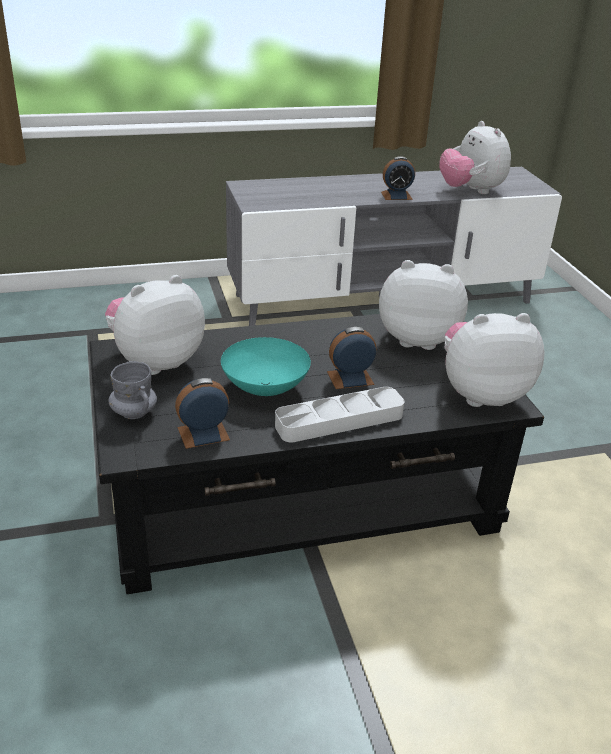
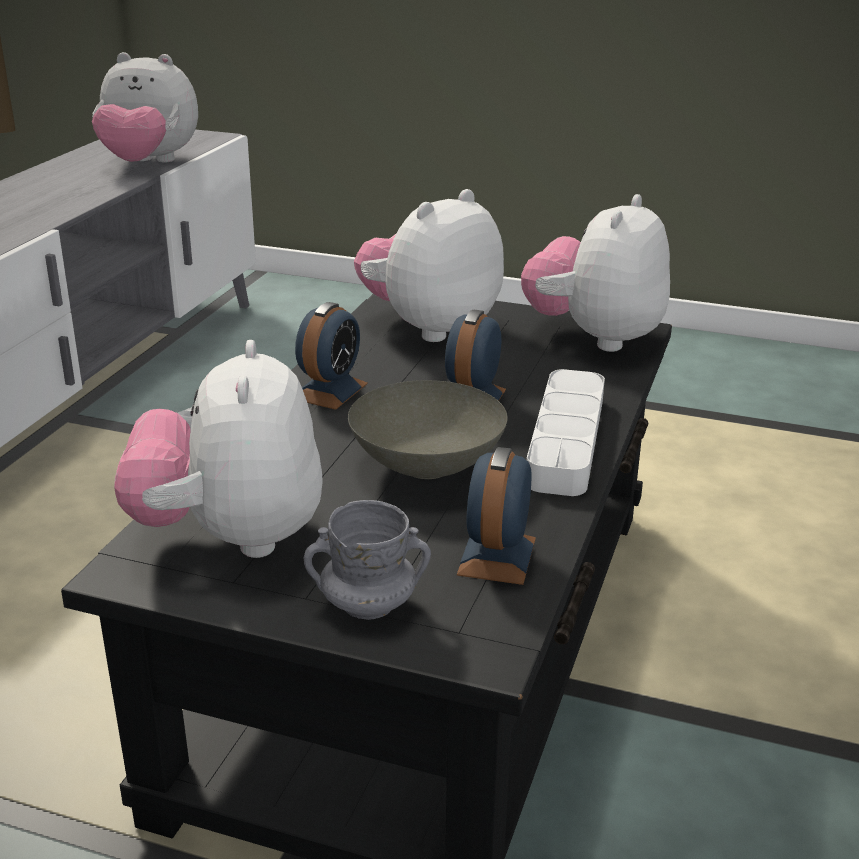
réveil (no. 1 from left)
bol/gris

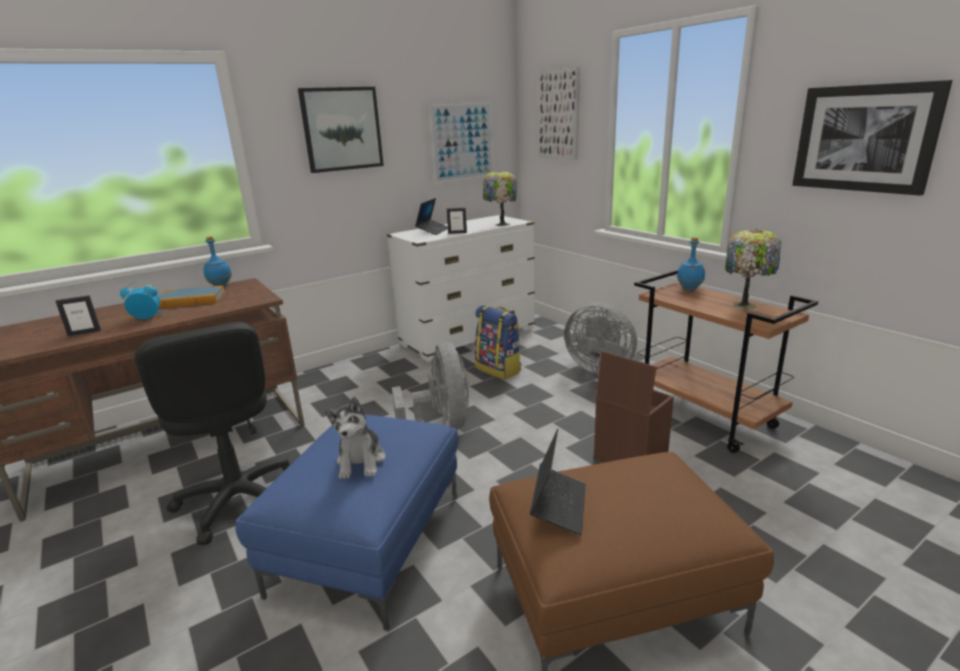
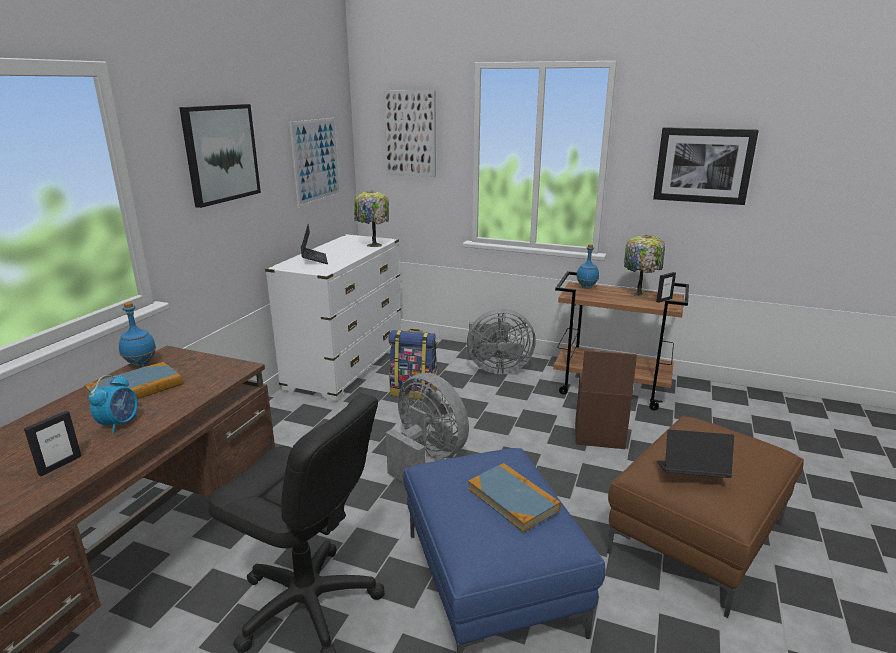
cadre photo (no. 2 from left)
livre (no. 2 from left)
réveil
ordinateur portable (no. 2 from left)

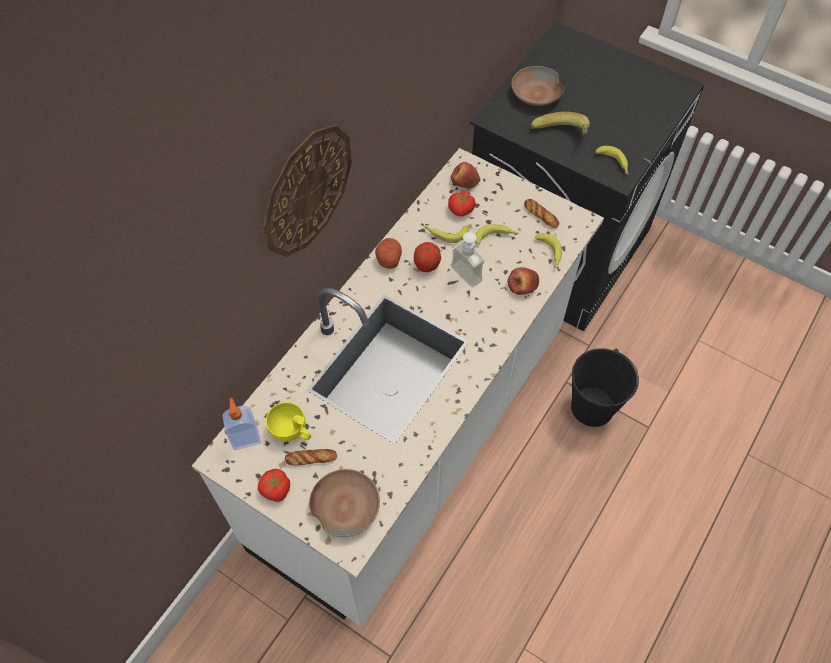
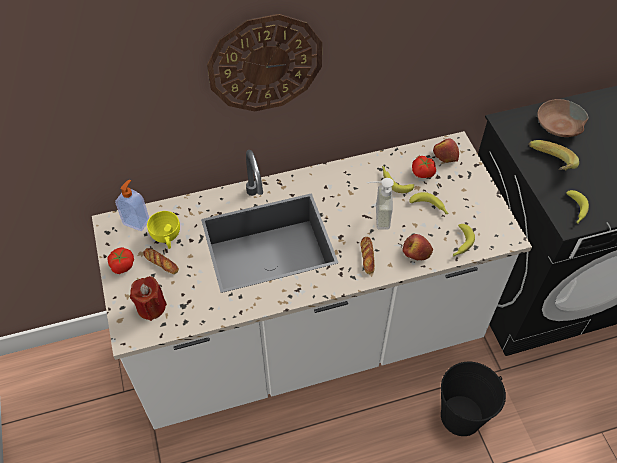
pomme de terre
pomme (no. 1 from left in the first image)
pain (no. 2 from left)
bougie/rouge

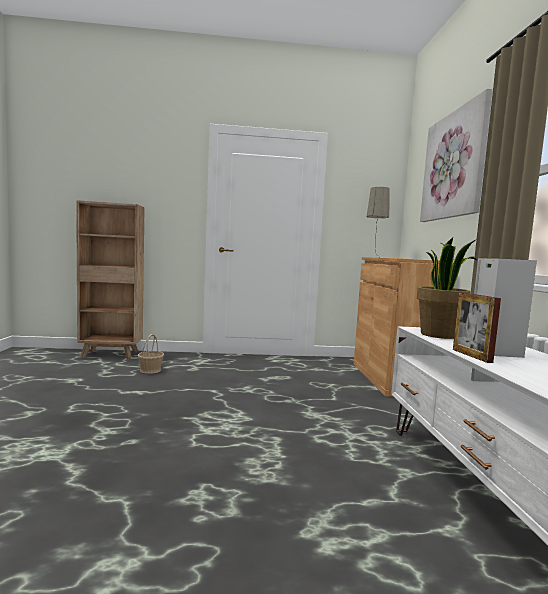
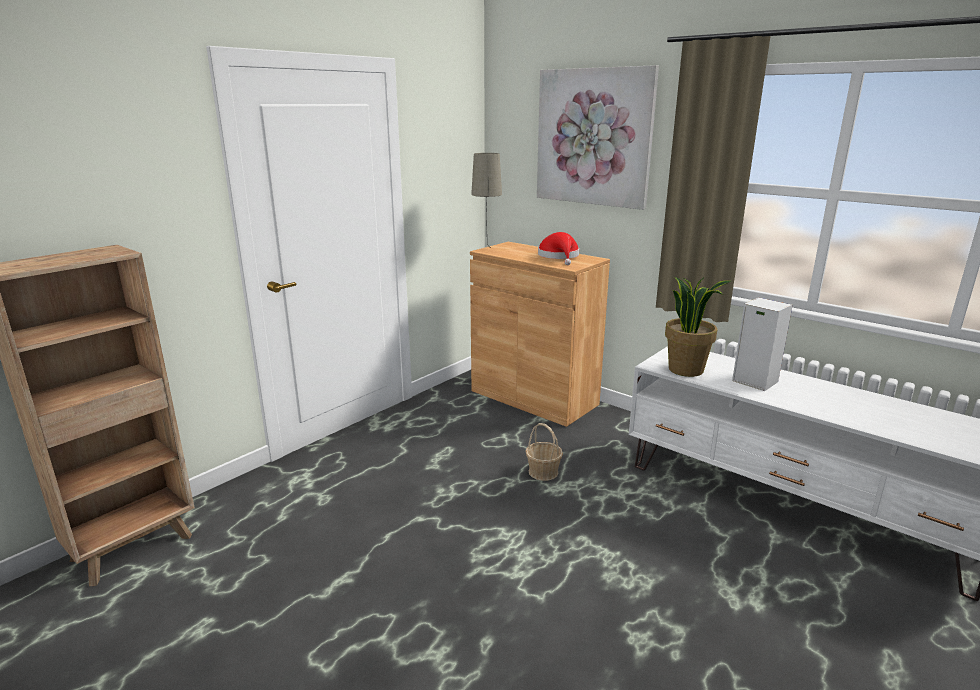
cadre photo
chapeau/rouge
panier

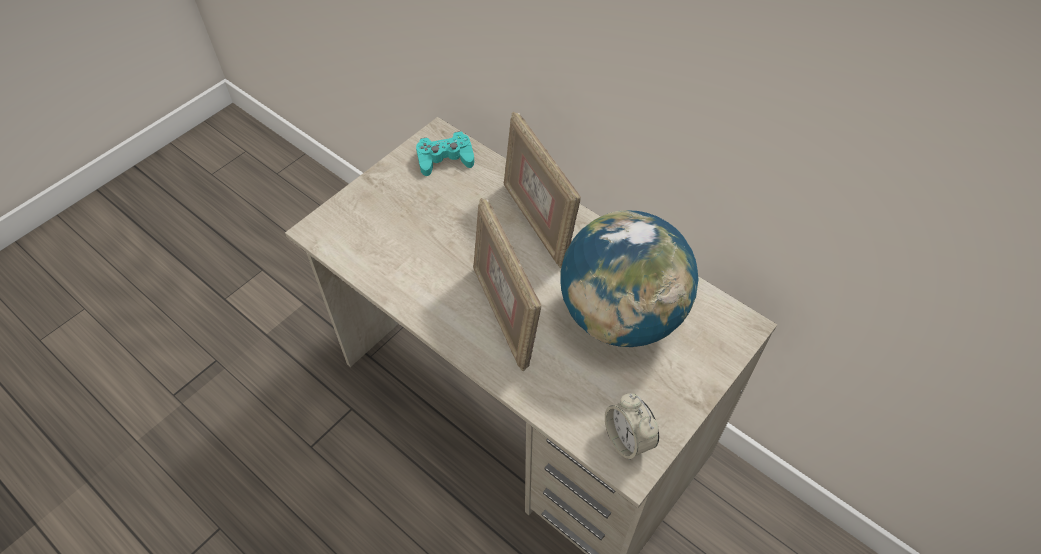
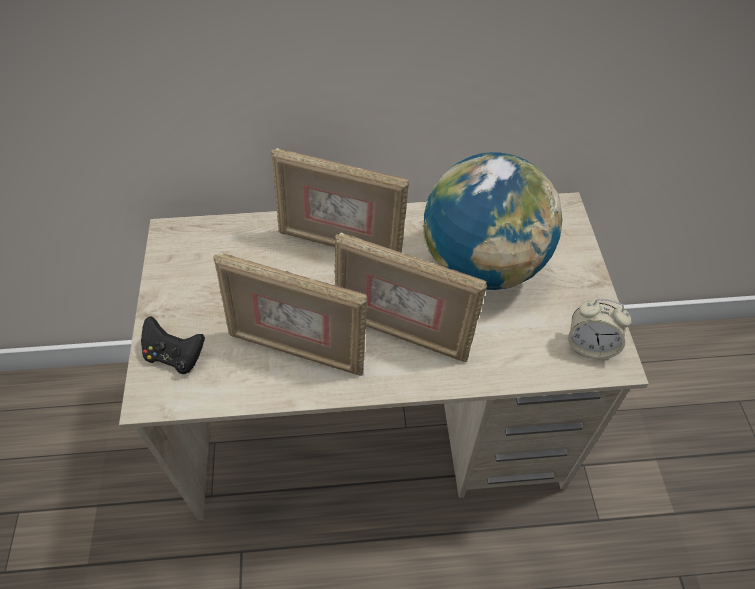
manette/turquoise
manette/noir
cadre photo (no. 1 from left)

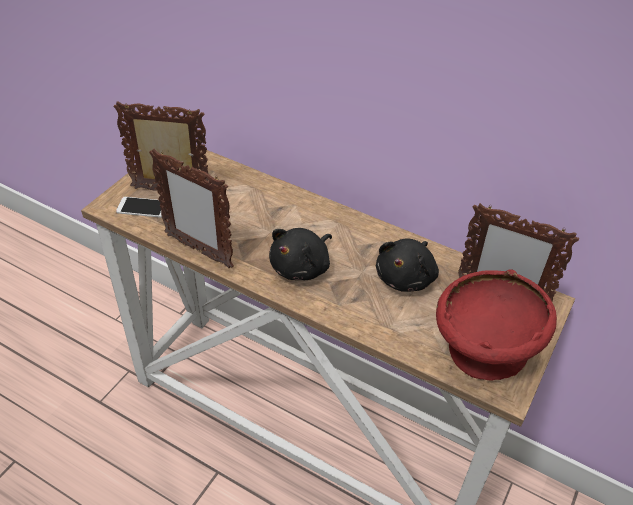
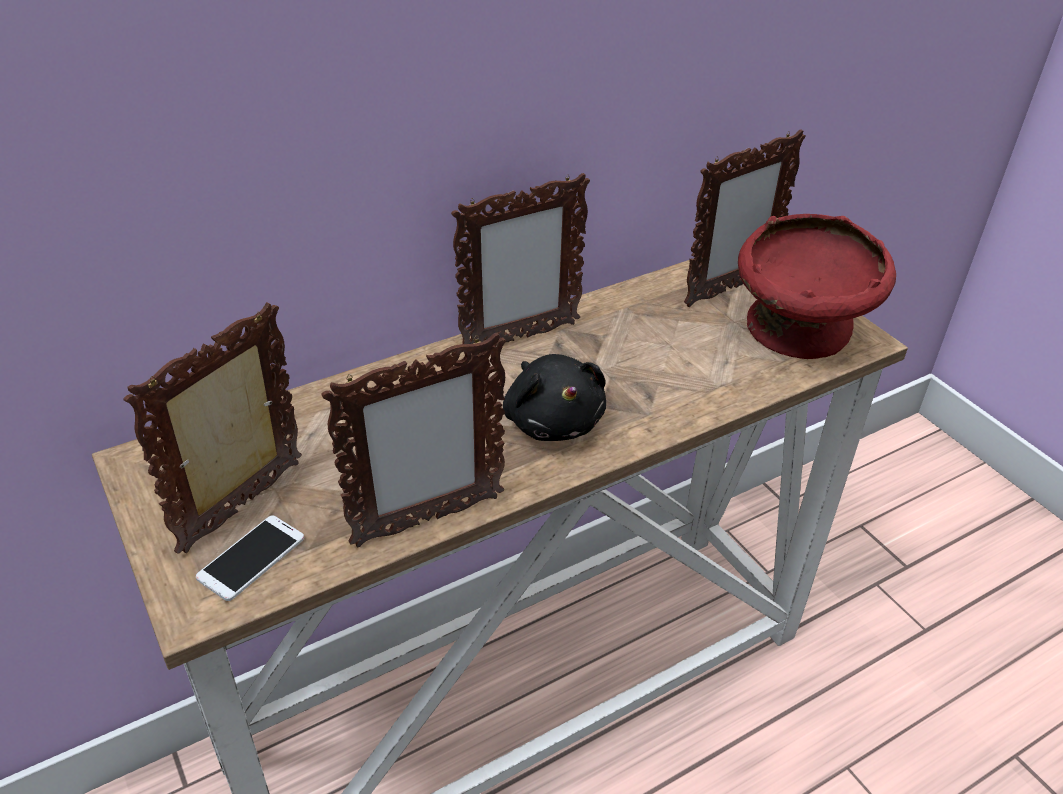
peluche/noir (no. 2 from left in the first image)
cadre photo (no. 3 from left)

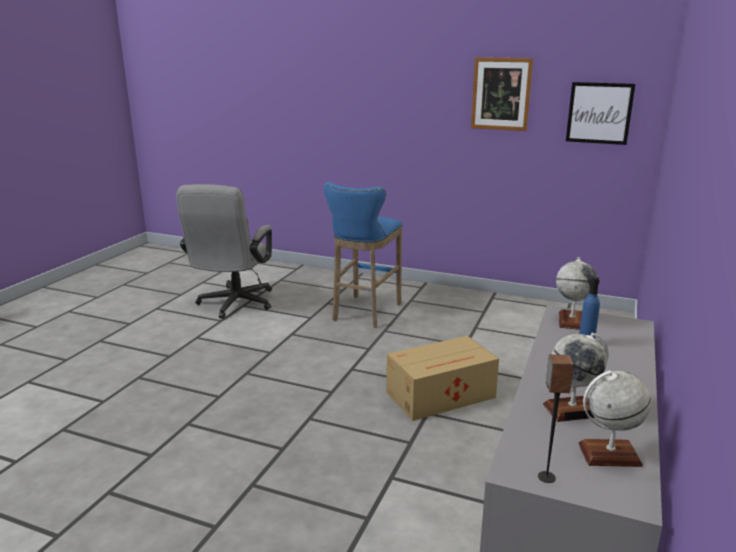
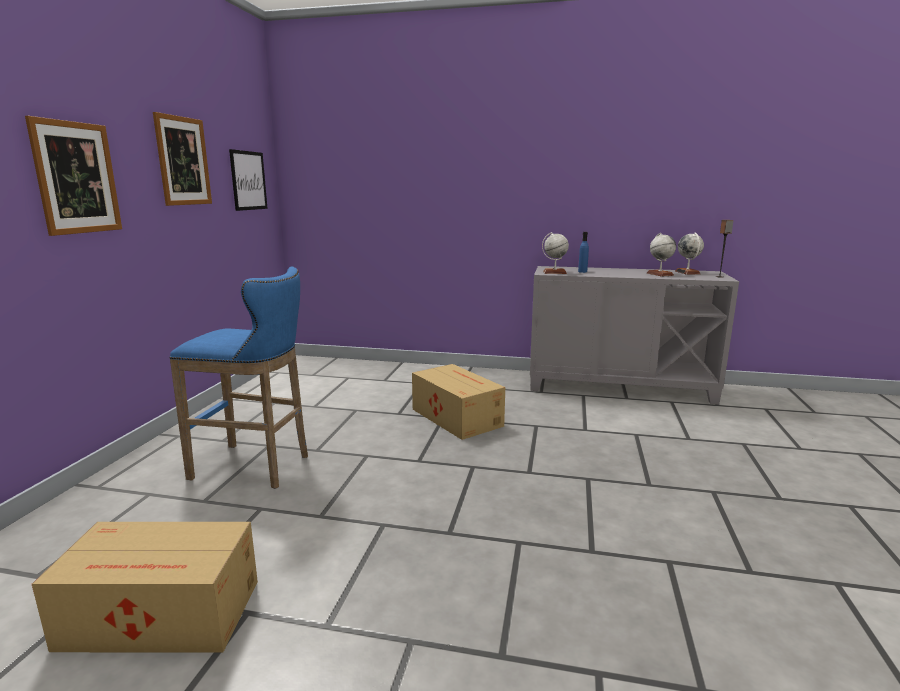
tableau (no. 1 from left)
carton (no. 1 from left)

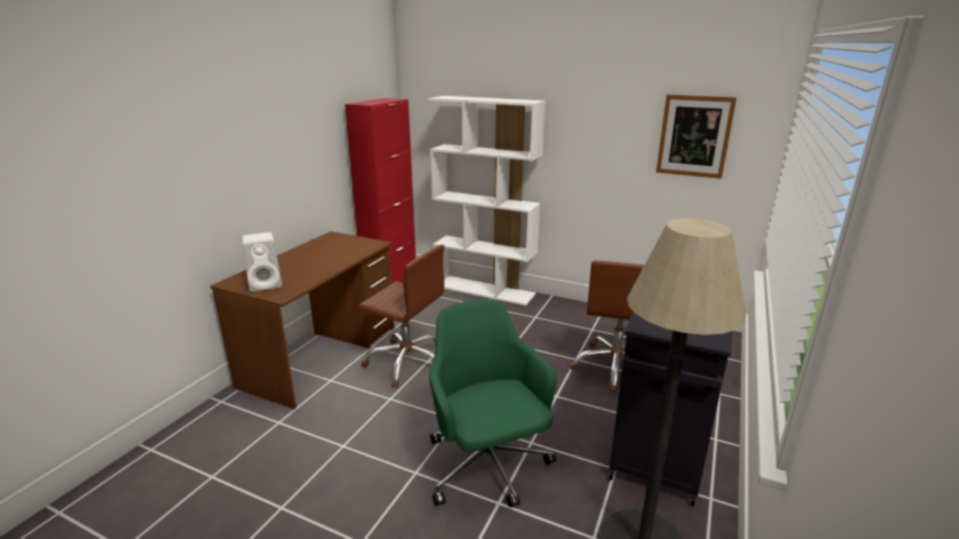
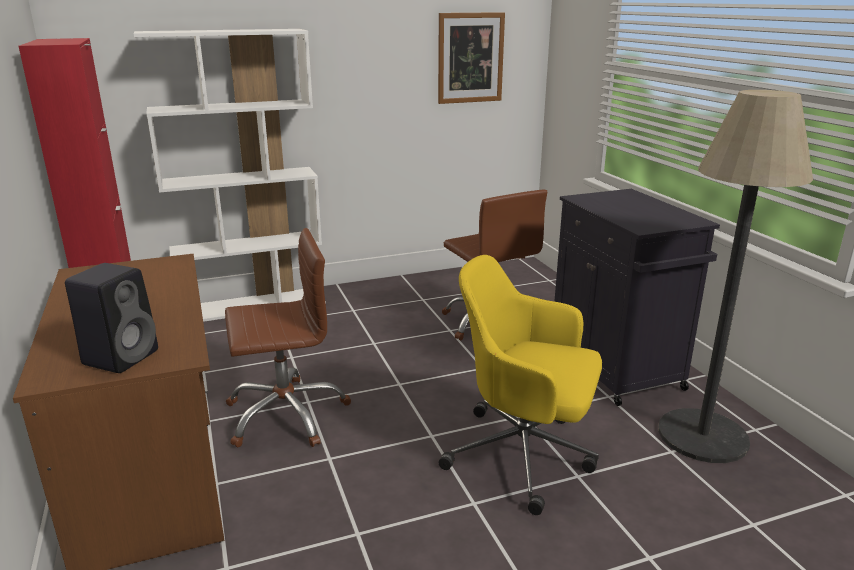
enceinte/noir
chaise de bureau/jaune

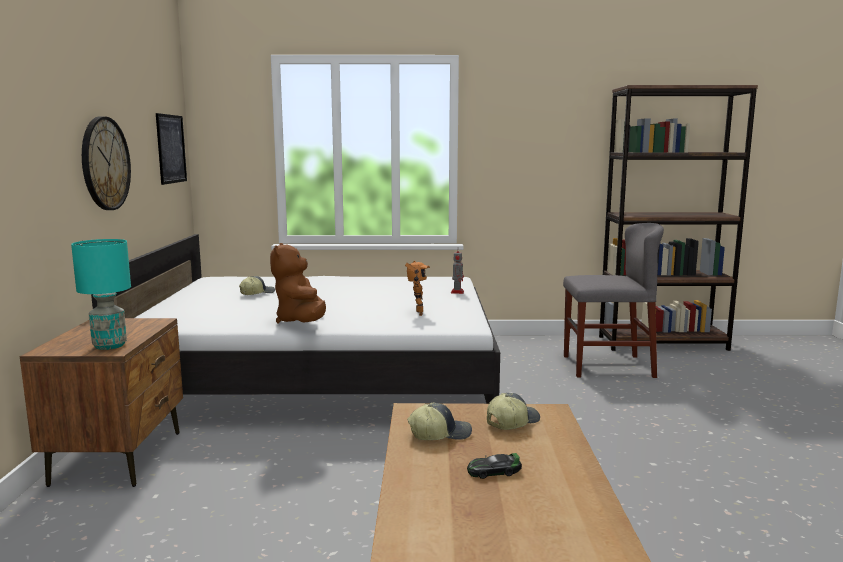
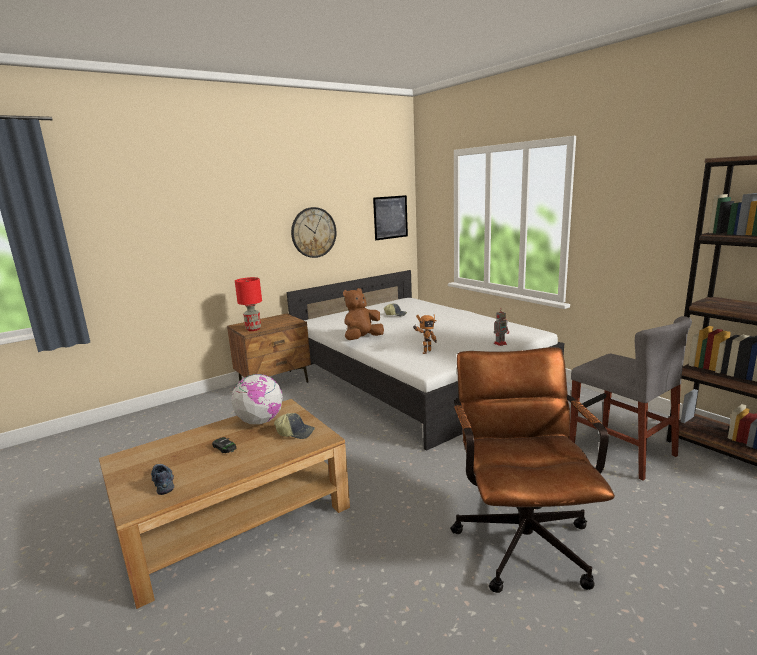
chaussure
chaise de bureau/marron
globe
lampe de table/rouge

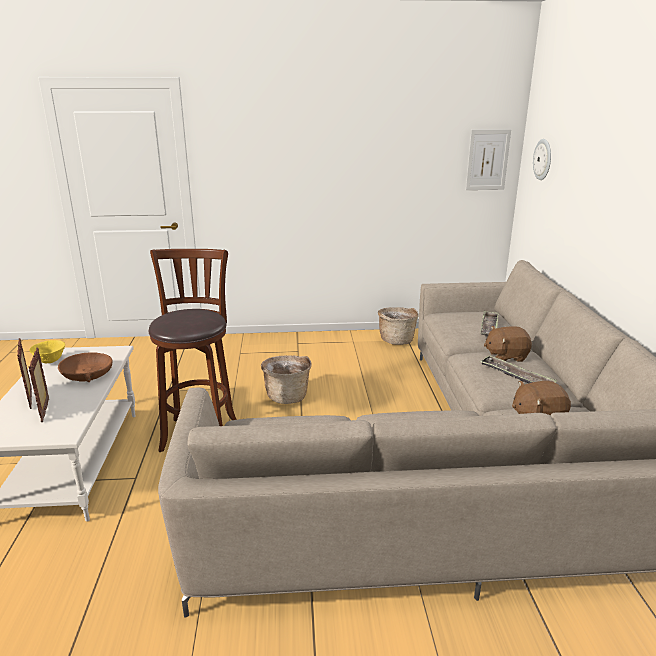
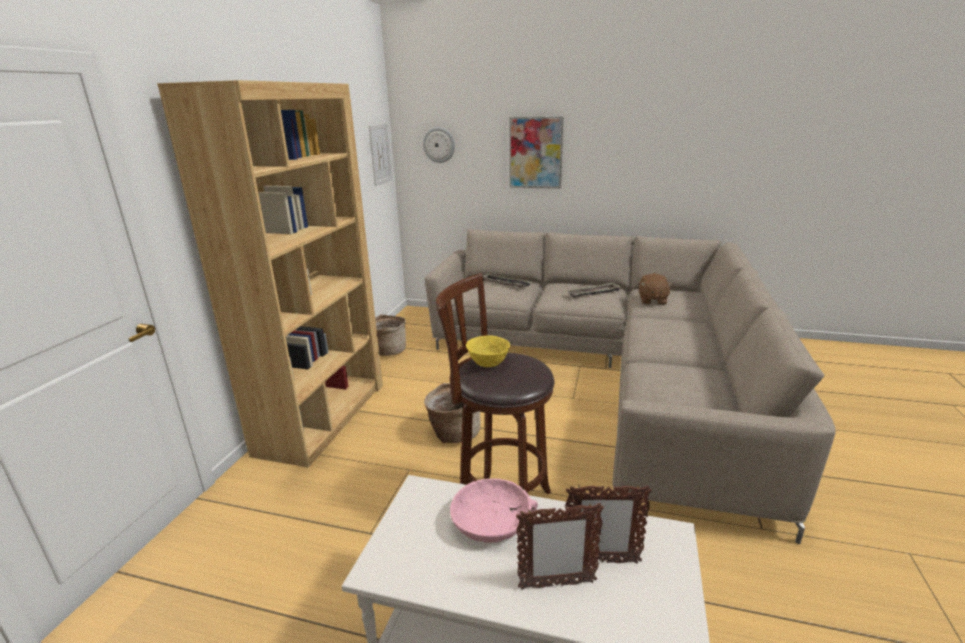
peluche/marron (no. 1 from left in the first image)
bibliothèque/marron
tableau (no. 2 from left)
bol/jaune
bol/rose

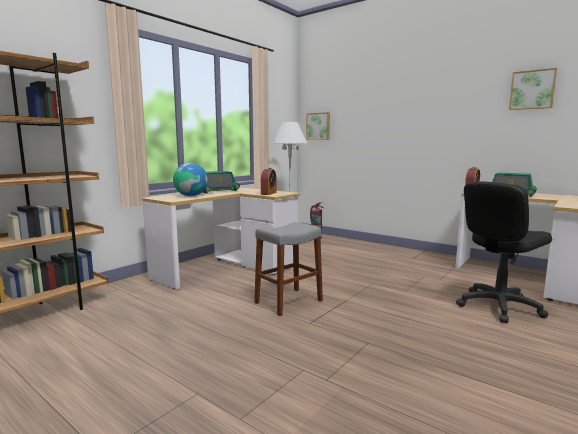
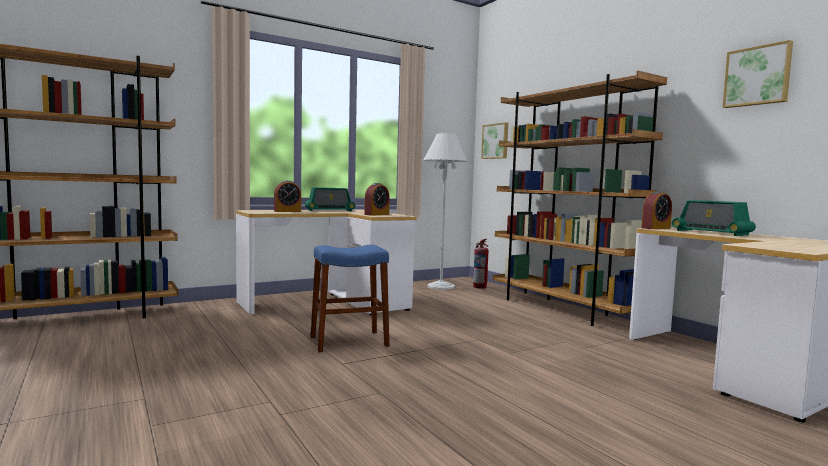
chaise de bureau/noir
bibliothèque/marron (no. 2 from left)
réveil (no. 1 from left)
tabouret/bleu

